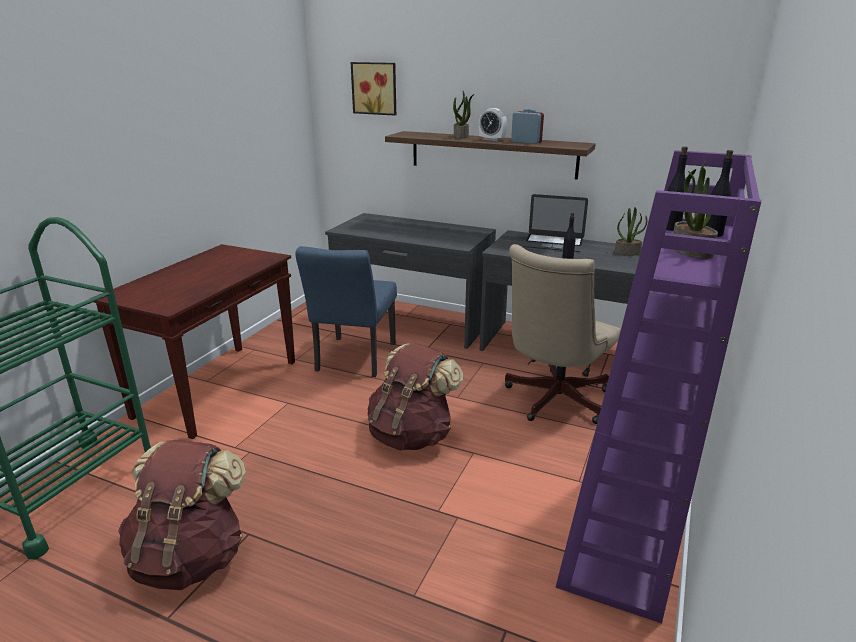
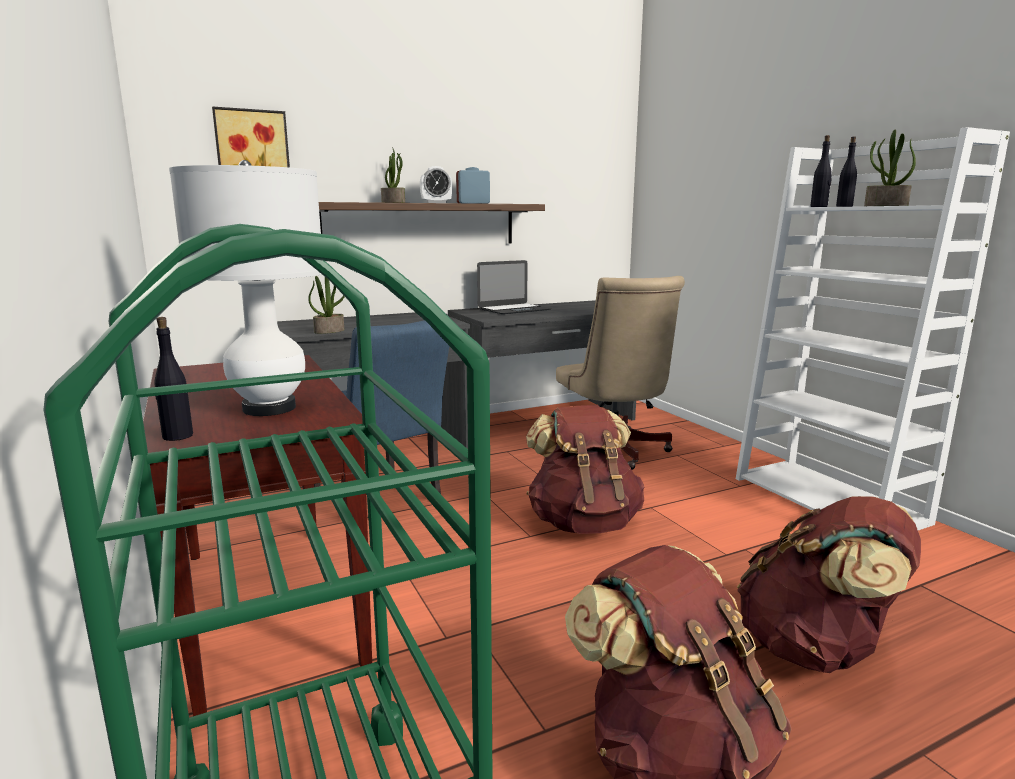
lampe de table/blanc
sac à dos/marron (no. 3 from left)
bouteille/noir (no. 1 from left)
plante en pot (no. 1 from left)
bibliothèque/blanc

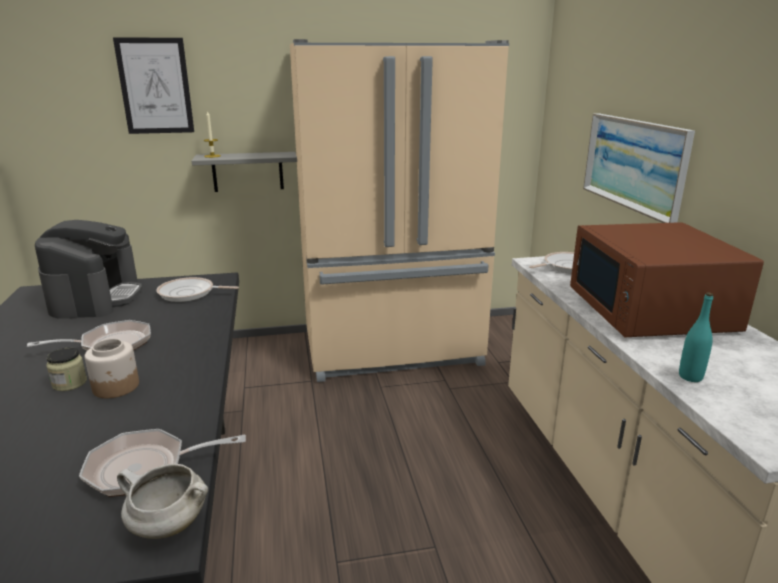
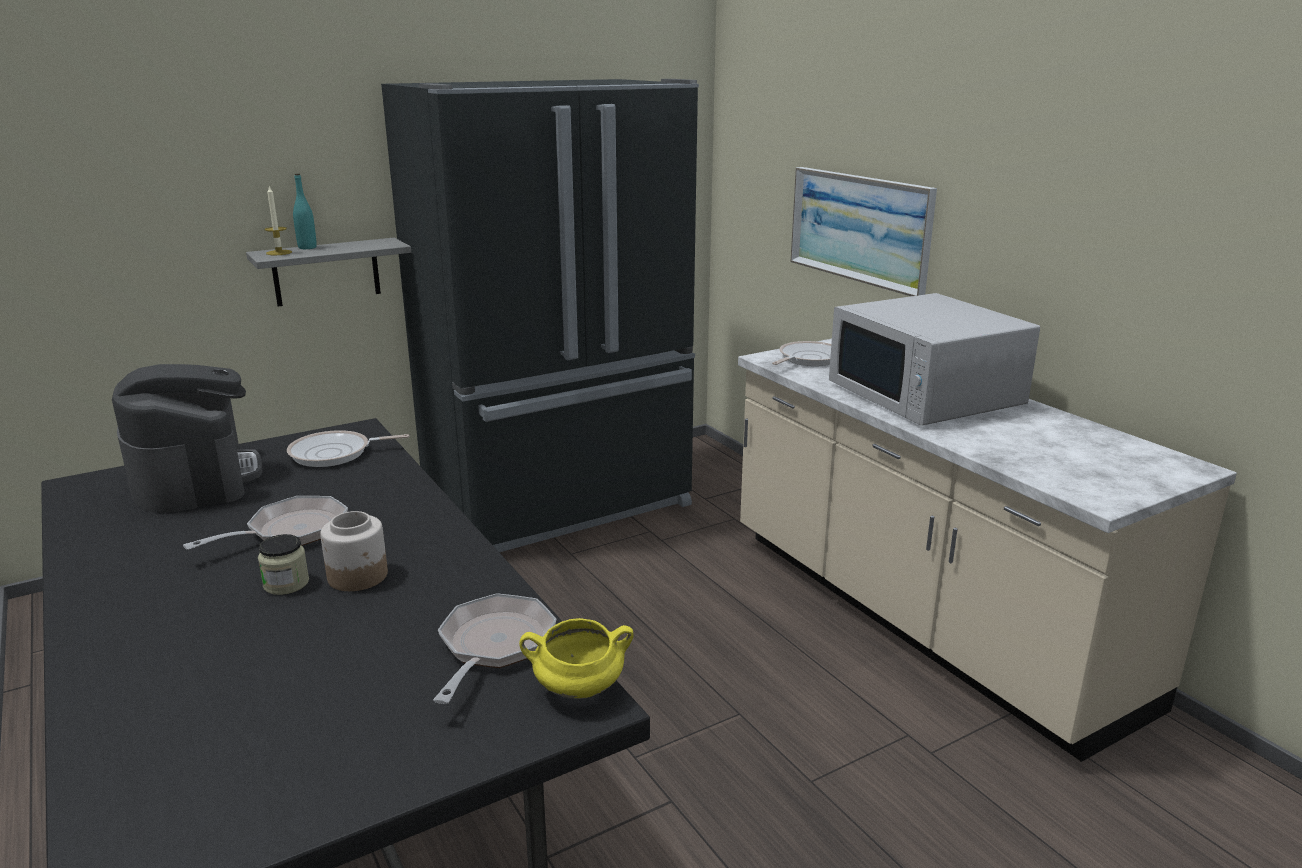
tableau (no. 1 from left in the first image)
bouteille/turquoise
marmite/jaune
réfrigérateur/noir
micro-ondes/blanc
poêle (no. 3 from left)

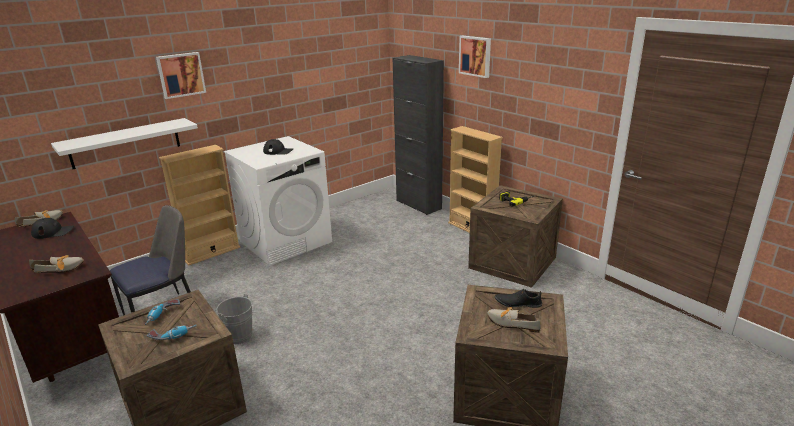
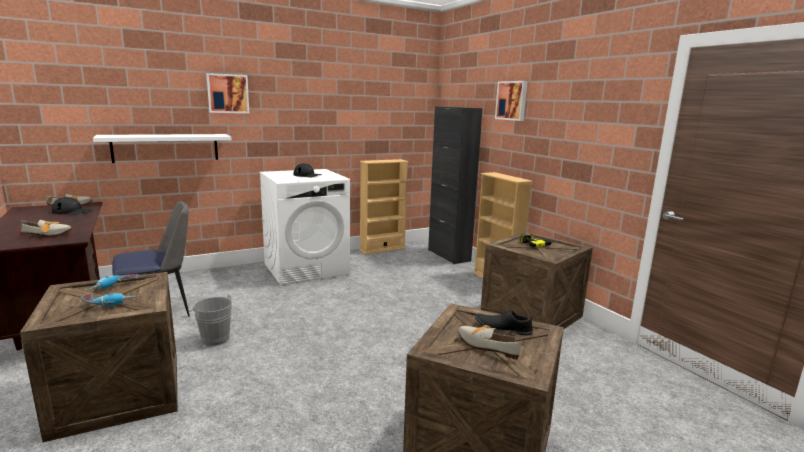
bibliothèque/beige (no. 1 from left)

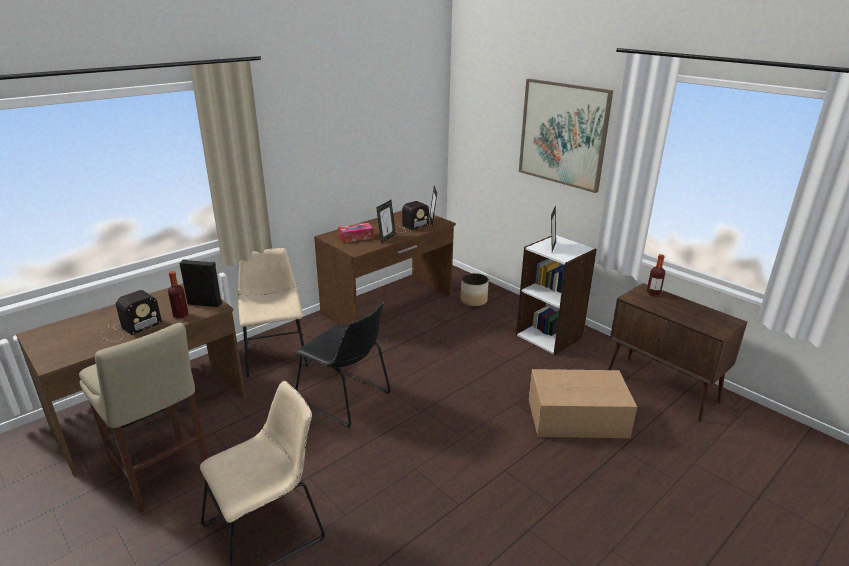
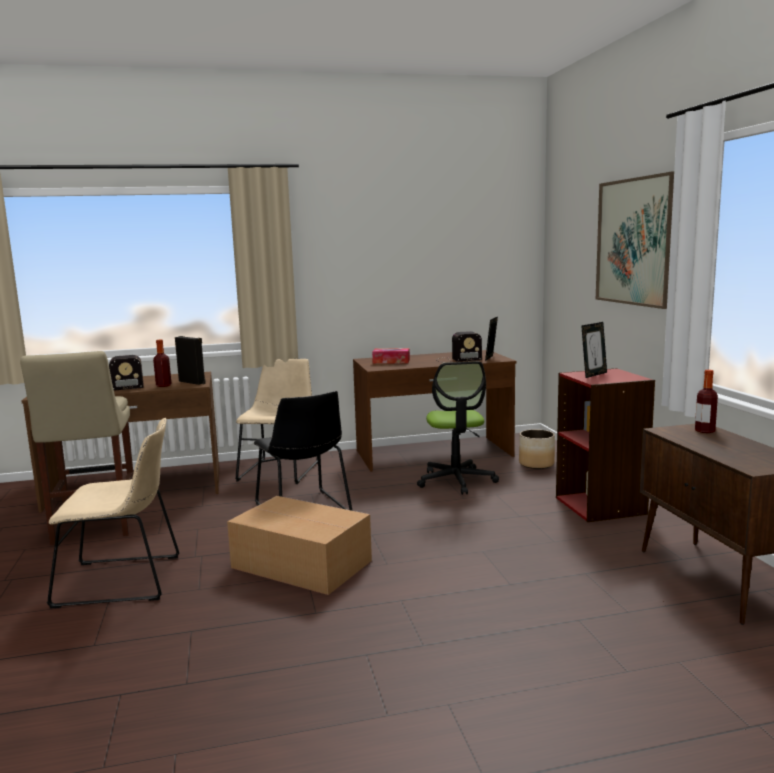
cadre photo (no. 1 from left in the first image)
chaise de bureau
carton
bibliothèque/rouge

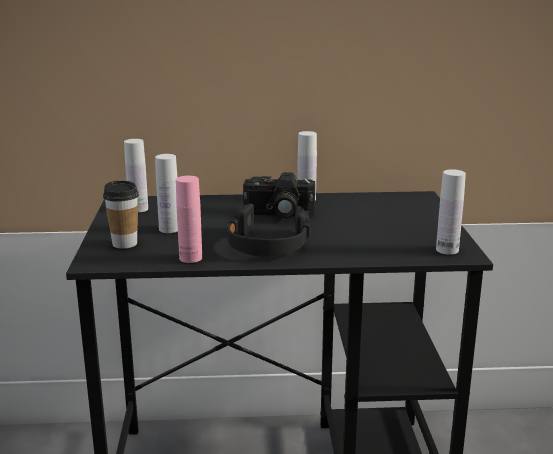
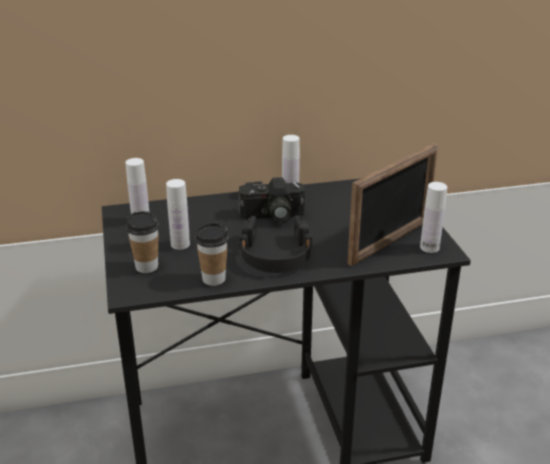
cadre photo
tasse (no. 2 from left)

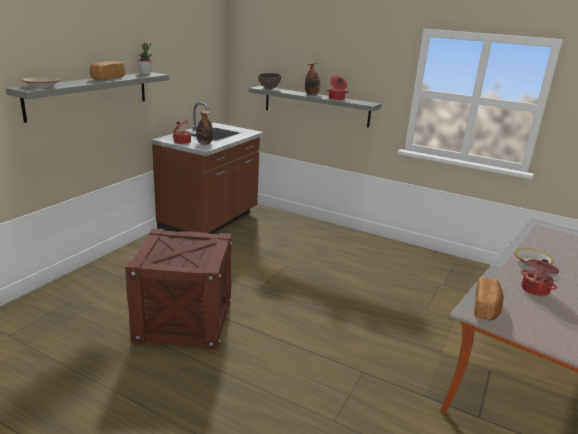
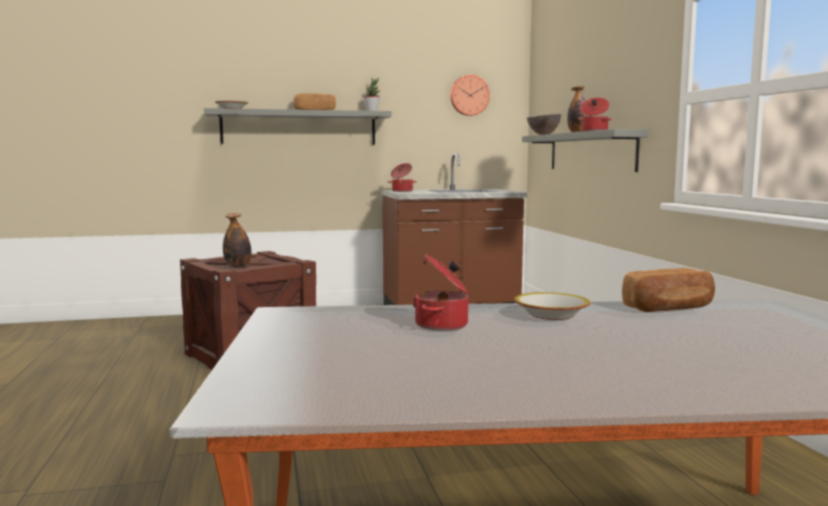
horloge murale
bouteille (no. 1 from left)
pain (no. 2 from left)

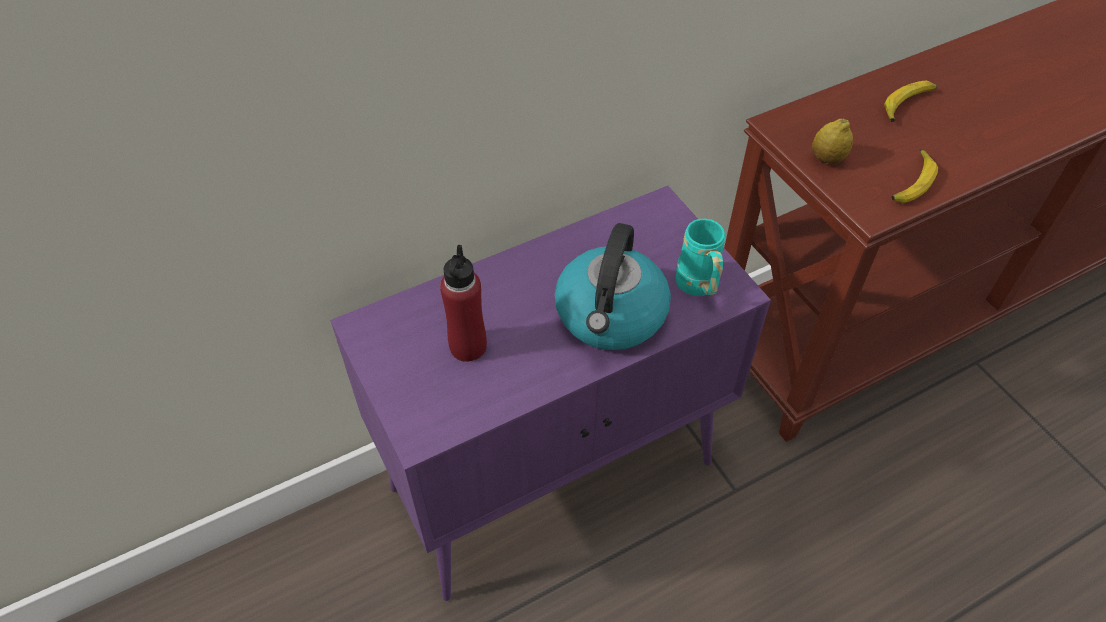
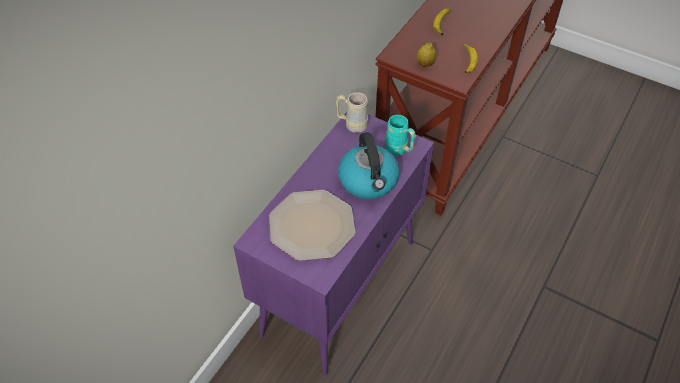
mug/beige
assiette

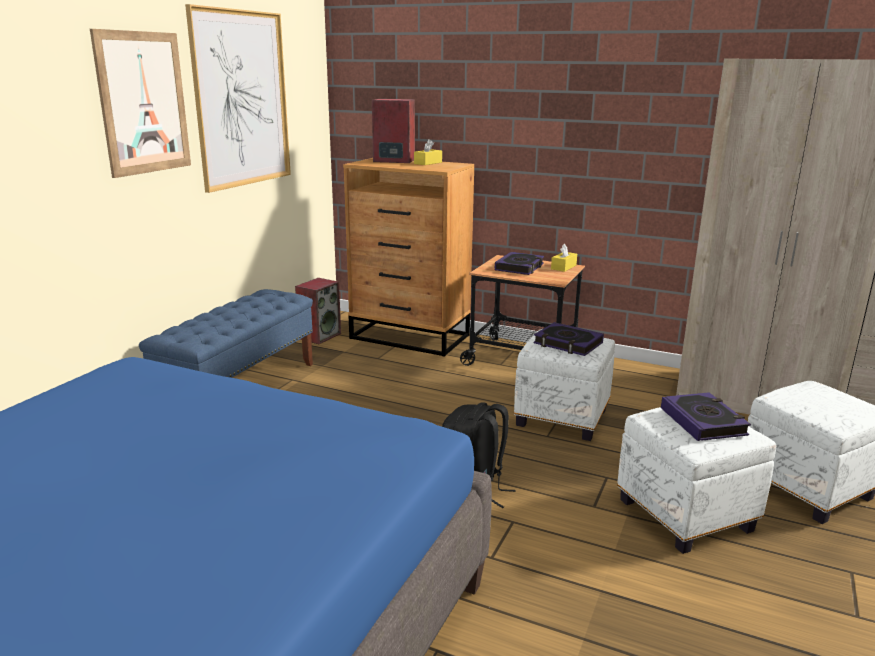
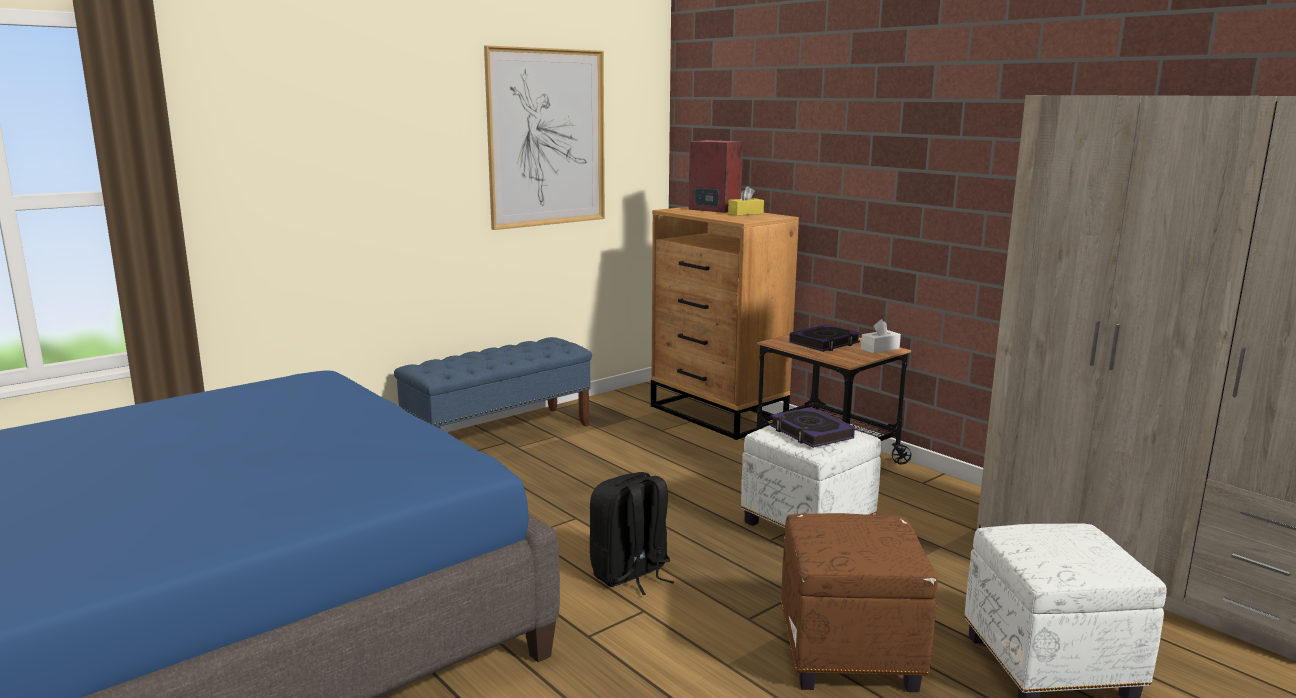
tableau (no. 1 from left in the first image)
enceinte (no. 1 from left in the first image)
livre (no. 3 from left in the first image)
boîte à mouchoirs/blanc
pouf/marron

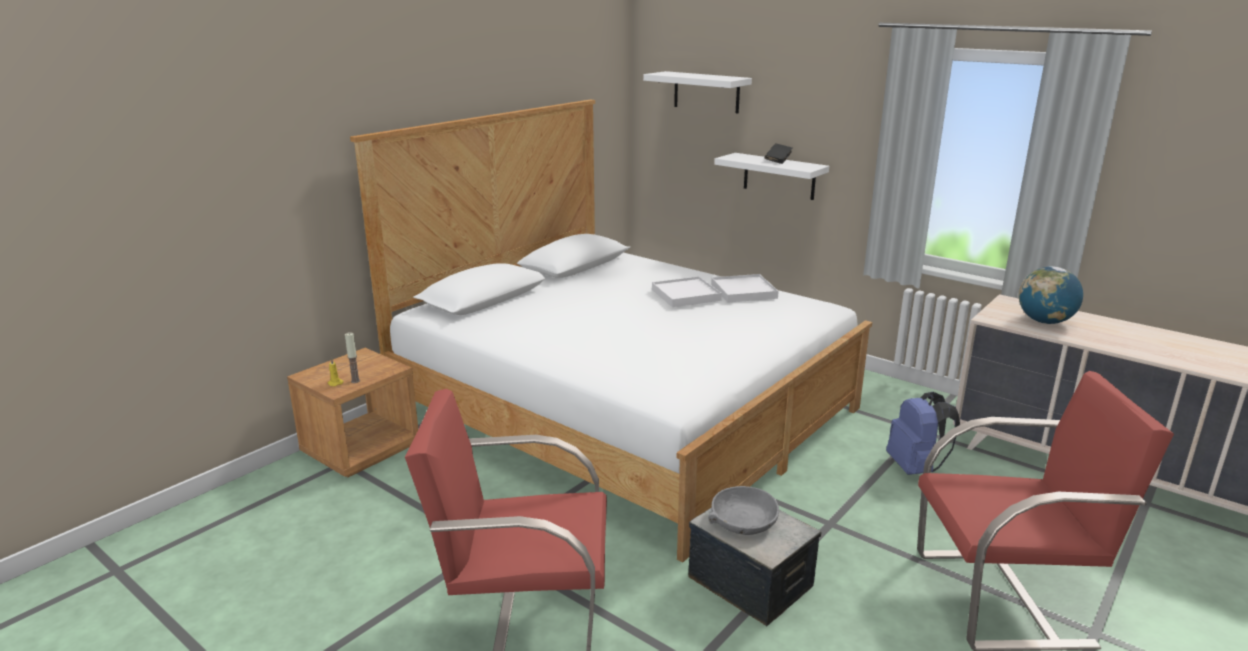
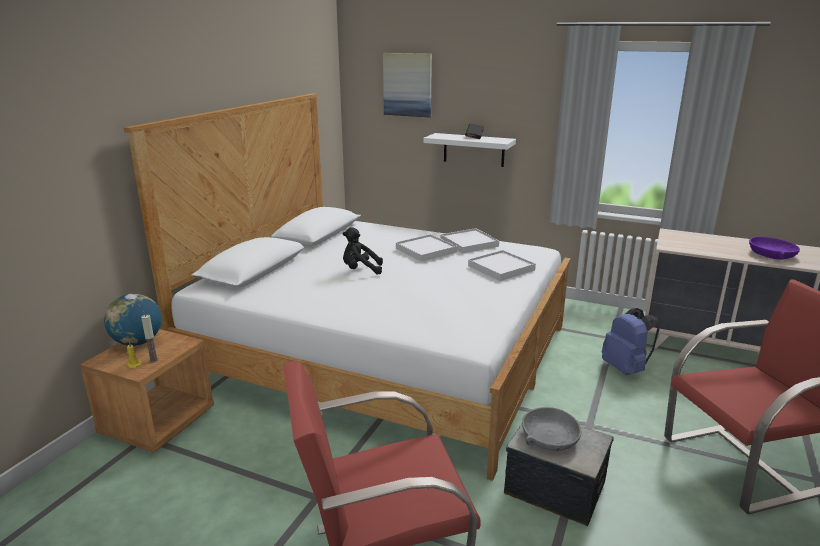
peluche/noir
plateau/blanc (no. 3 from left)
bol/violet
globe
tableau

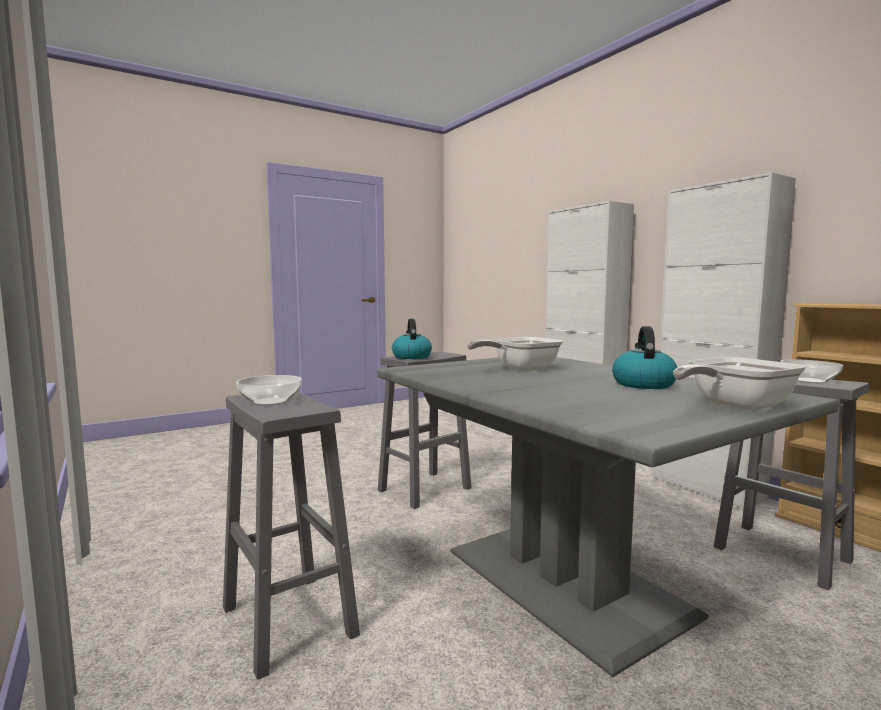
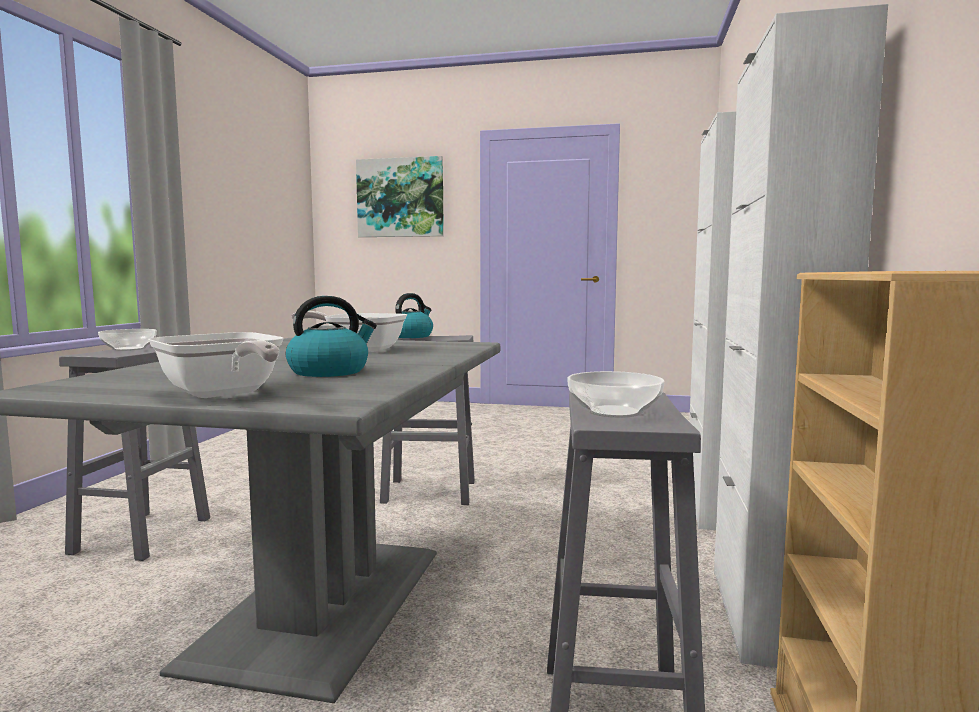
tableau
poêle (no. 1 from left)

